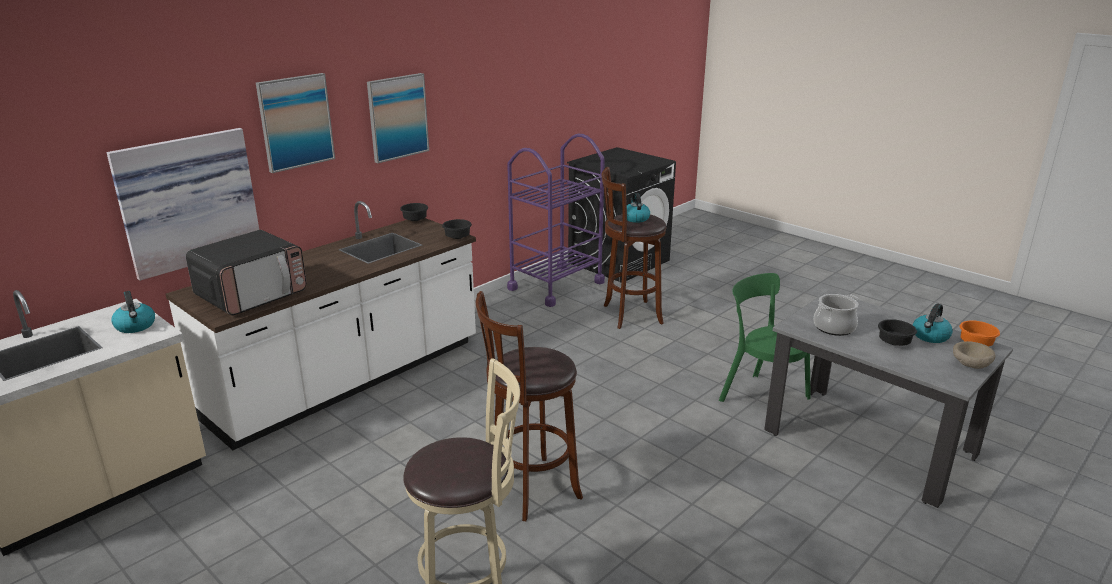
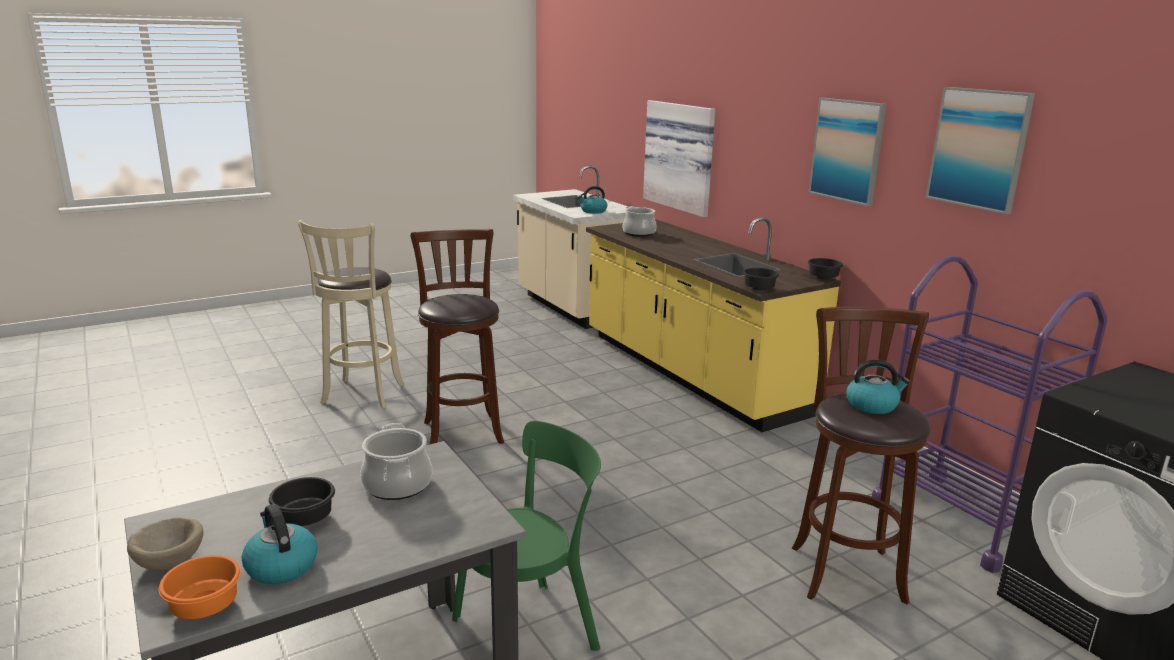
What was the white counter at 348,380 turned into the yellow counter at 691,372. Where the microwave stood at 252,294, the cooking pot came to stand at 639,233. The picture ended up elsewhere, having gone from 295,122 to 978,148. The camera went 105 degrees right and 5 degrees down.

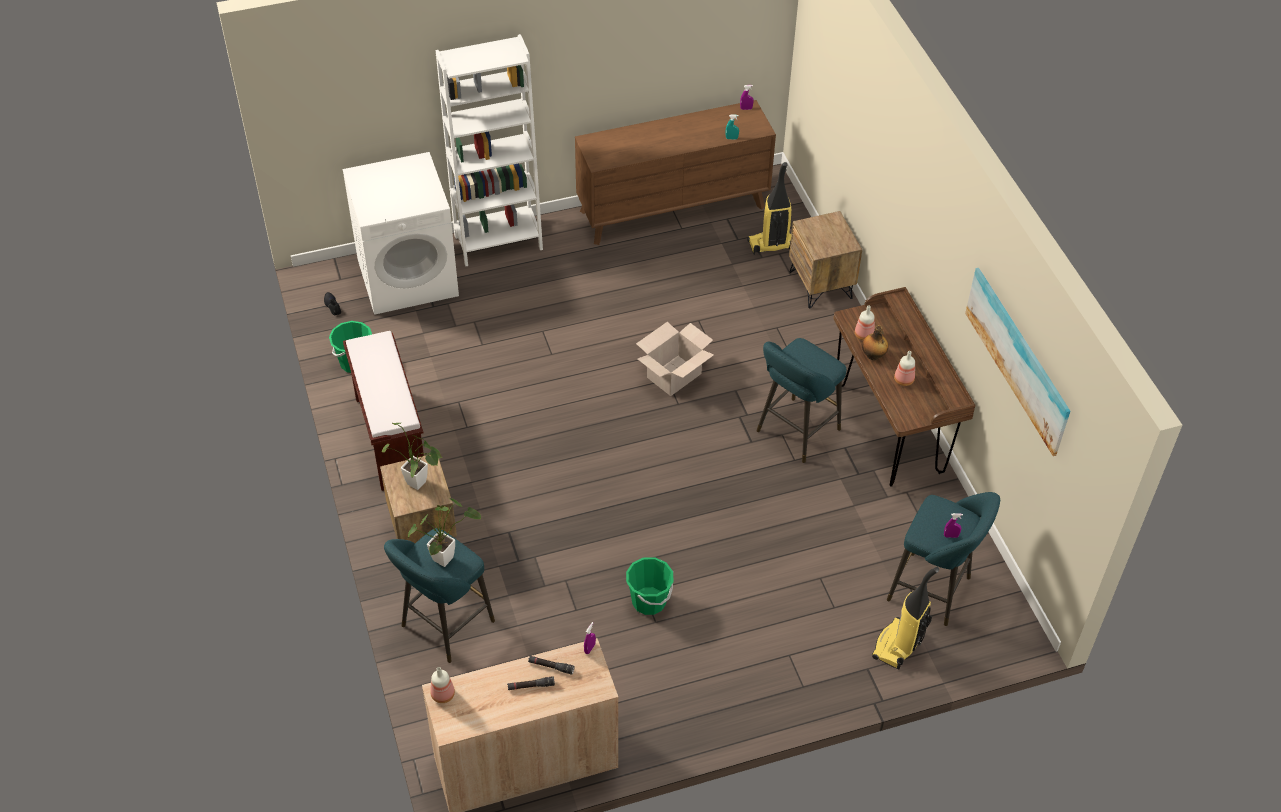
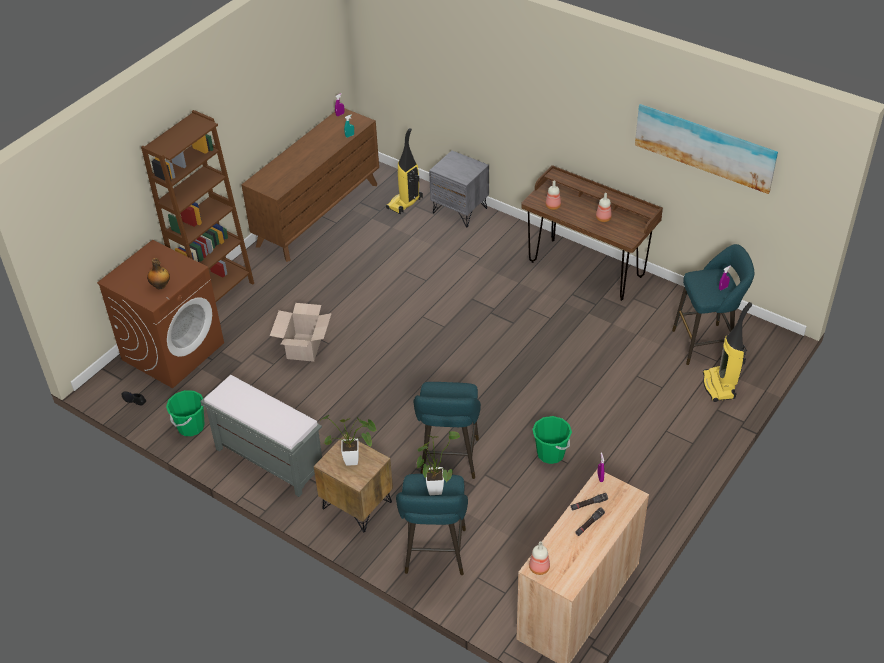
What was the white washing machine at 408,277 turned into the brown washing machine at 173,351. What was the brown bench at 389,437 turned into the grey bench at 268,459. What was the white bookcase at 498,242 turned into the brown bookcase at 217,295. The cardboard box ended up elsewhere, having gone from 674,376 to 304,347. The turquoise stool ended up elsewhere, having gone from 795,433 to 449,460. What was the brown nightstand at 821,285 turned into the grey nightstand at 460,210. The bottle ended up elsewhere, having gone from 873,356 to 161,286. The camera went 35 degrees left and 5 degrees down.

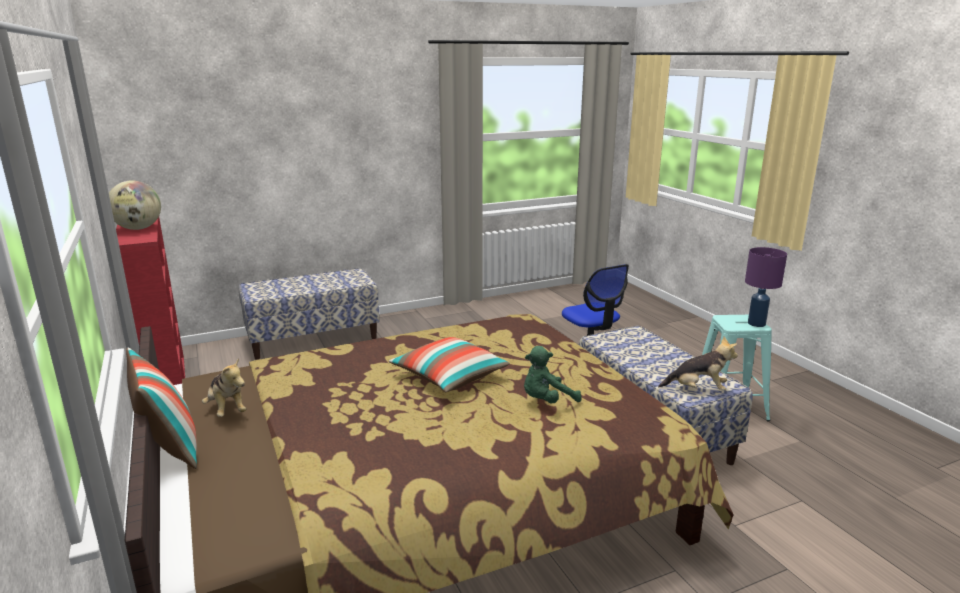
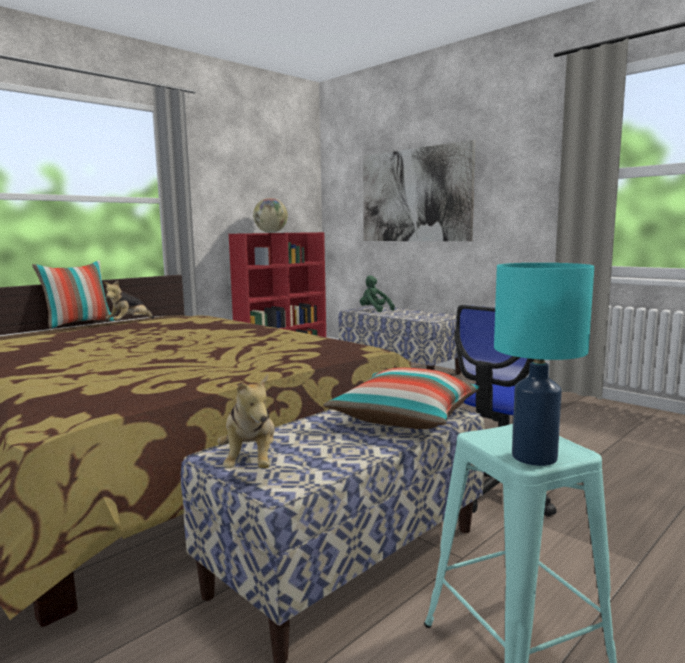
The pillow ended up elsewhere, having gone from 449,377 to 405,418. The green plush toy ended up elsewhere, having gone from 546,401 to 374,310. What was the purple table lamp at 757,323 turned into the turquoise table lamp at 535,457. The second view gained the picture at 415,195. The camera went 70 degrees right and 10 degrees down.

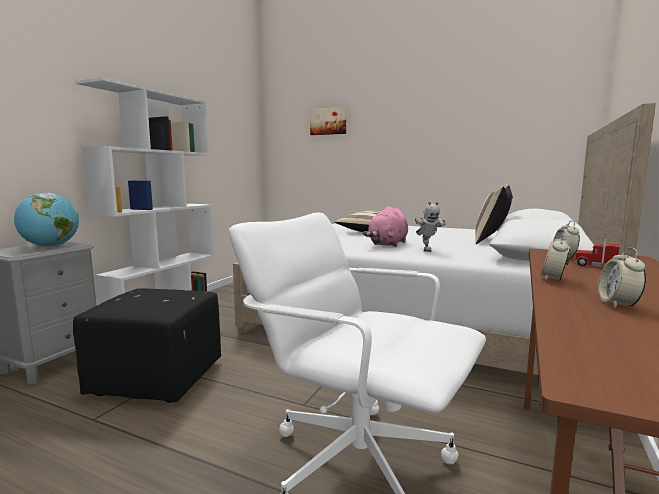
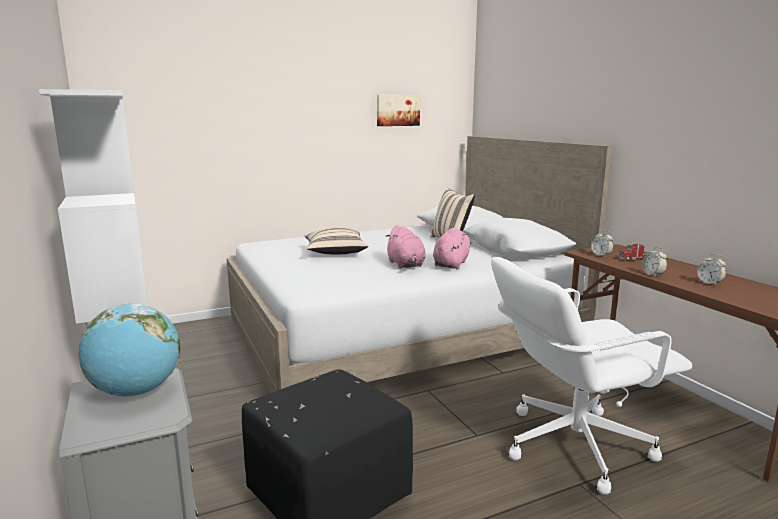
The picture ended up elsewhere, having gone from 328,121 to 397,110. Where the toy robot stood at 426,250, the pink plush toy came to stand at 451,264. The camera went 50 degrees left and 5 degrees up.

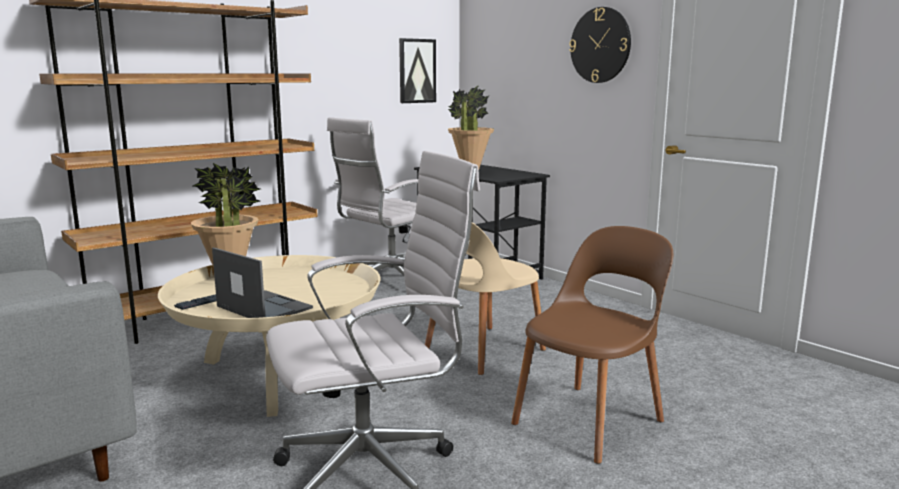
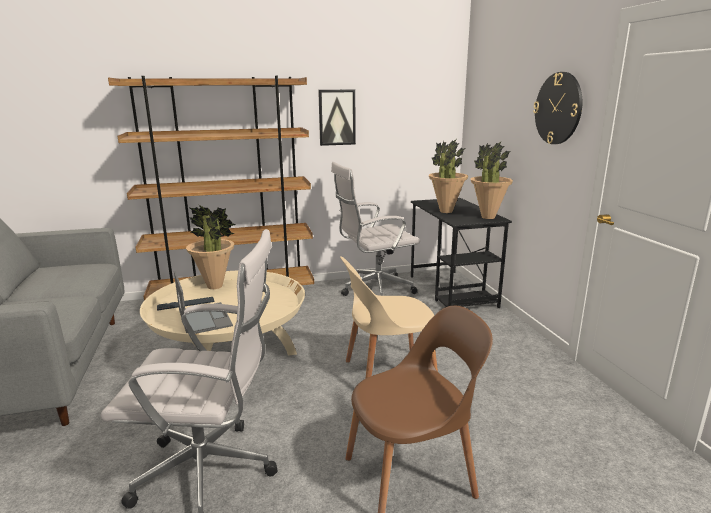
The picture ended up elsewhere, having gone from 417,71 to 337,117. The second view gained the potted plant at 487,217. The camera went 25 degrees right and 5 degrees up.

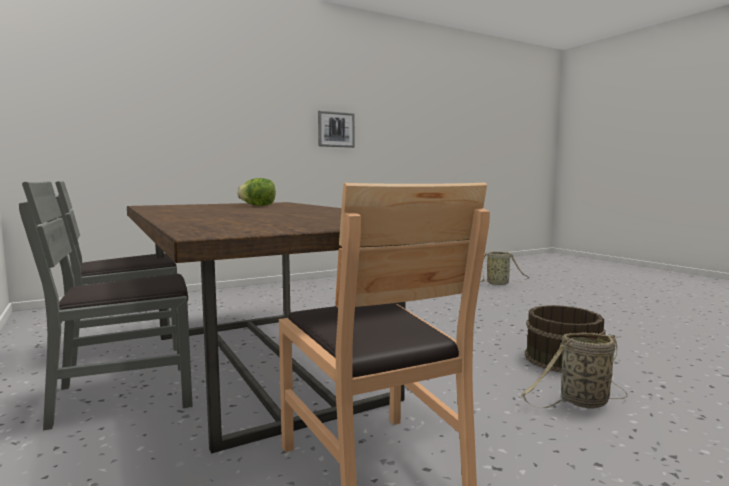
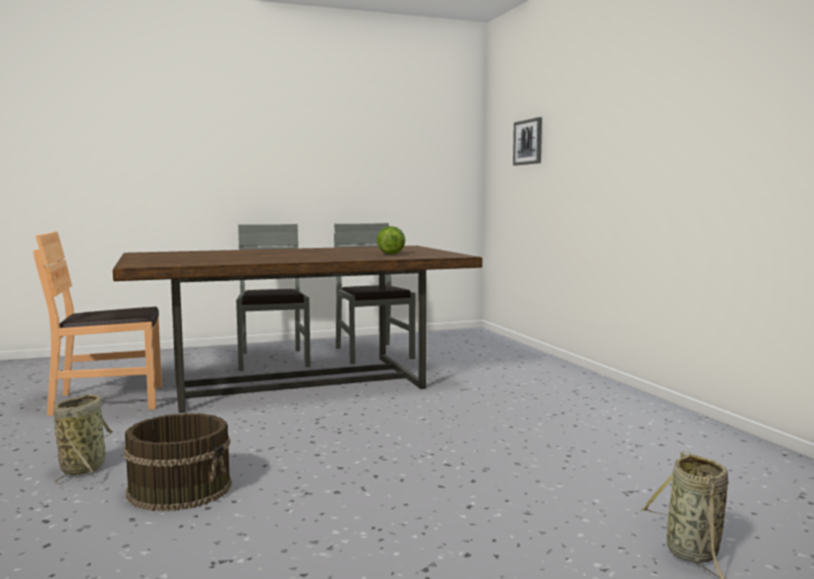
The picture ended up elsewhere, having gone from 336,129 to 528,142. The camera went 100 degrees right and 0 degrees up.

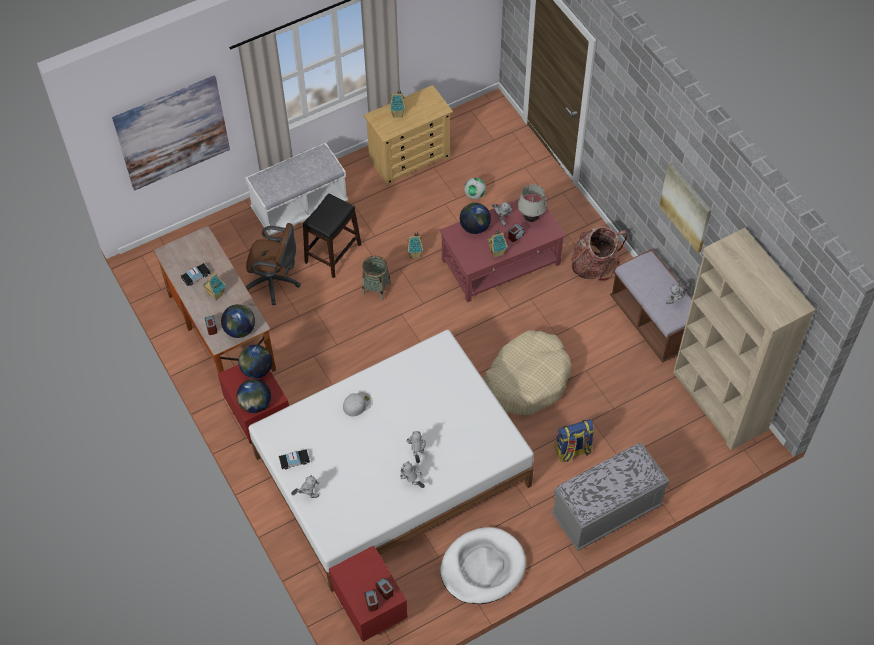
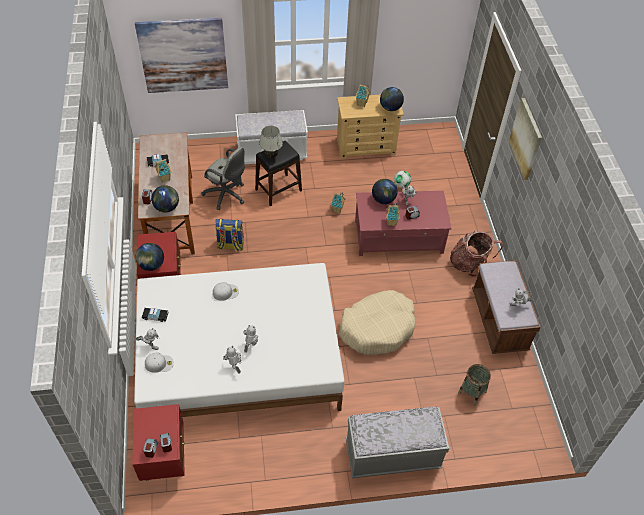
The globe ended up elsewhere, having gone from 257,370 to 390,108. What was the brown office chair at 274,283 turned into the grey office chair at 227,195. The basket ended up elsewhere, having gone from 376,288 to 472,392. The second view lost the white dog bed at 482,567. The white table lamp ended up elsewhere, having gone from 531,218 to 271,156. The backpack ended up elsewhere, having gone from 572,451 to 230,245. The picture ended up elsewhere, having gone from 686,207 to 526,139. The second view lost the beige bookcase at 719,401. The second view gained the white cap at 159,363. The camera went 20 degrees right and 5 degrees down.

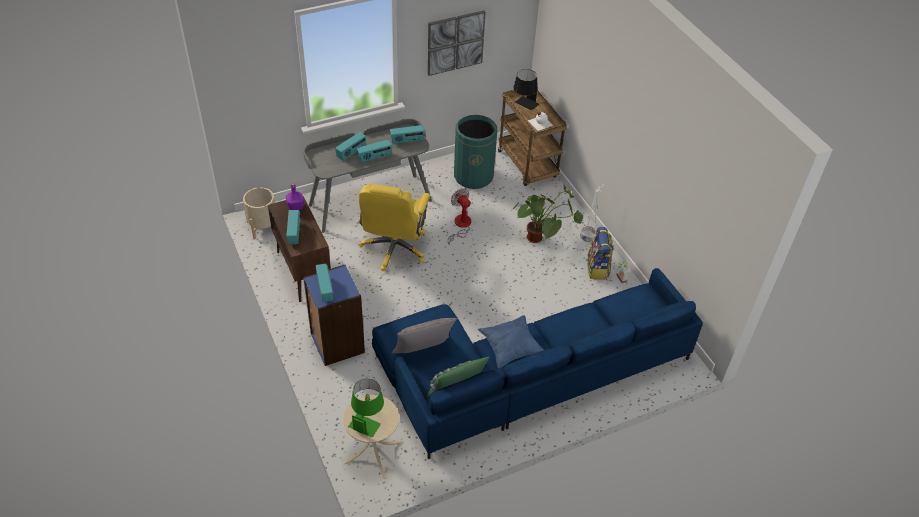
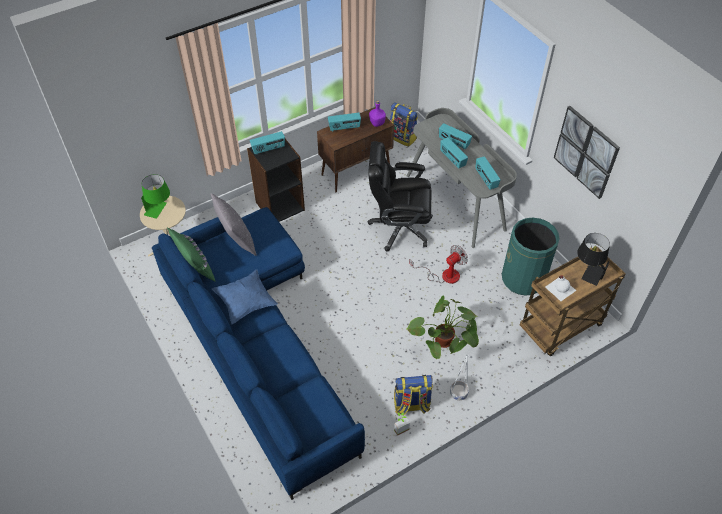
Where the beige planter stood at 263,227, the backpack came to stand at 403,137. What was the blue bookcase at 336,343 turned into the black bookcase at 280,205. What was the yellow office chair at 394,248 turned into the black office chair at 399,227. The camera went 85 degrees right and 5 degrees up.

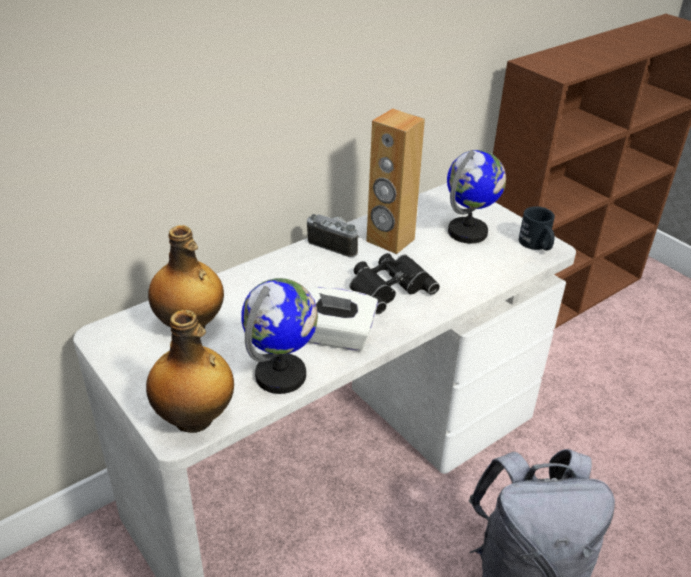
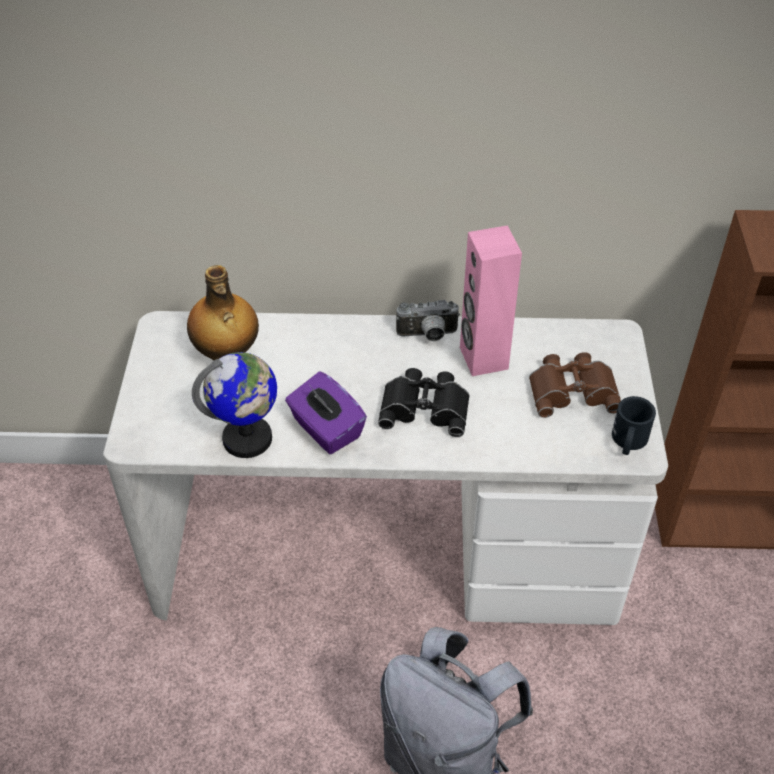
The second view lost the bottle at 195,419. What was the white tissue box at 336,337 turned into the purple tissue box at 326,429. The photo camera at 335,244 ended up facing another way, 105 degrees clockwise from before. What was the brown speaker at 390,240 turned into the pink speaker at 483,358. Where the globe stood at 468,232, the brown binoculars came to stand at 572,389. The camera went 40 degrees right and 10 degrees up.

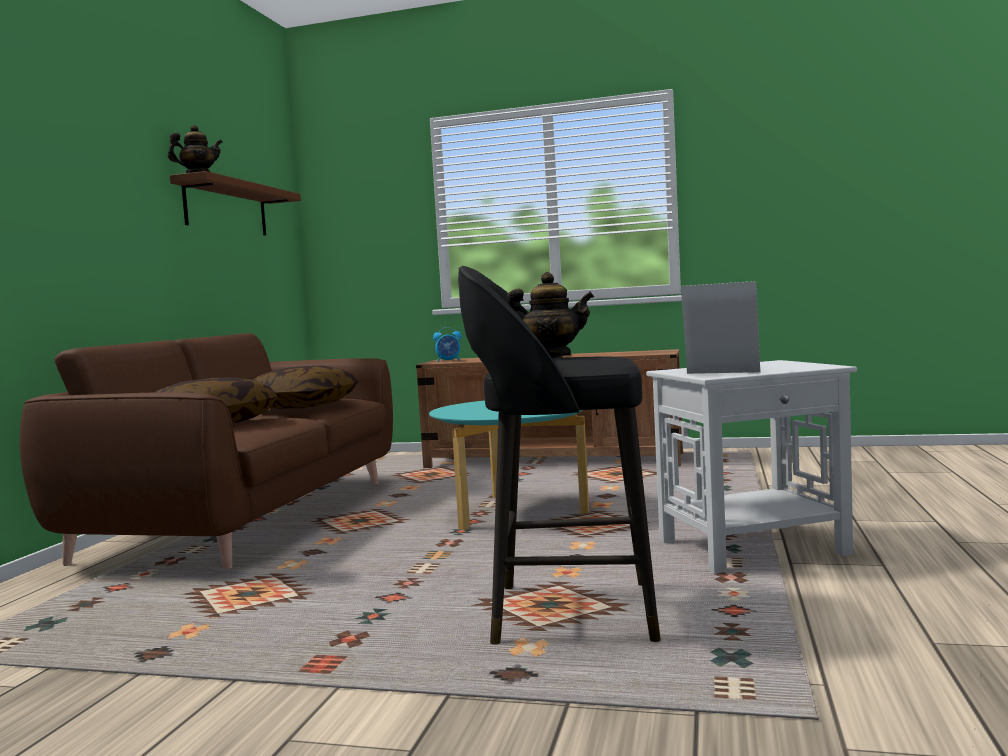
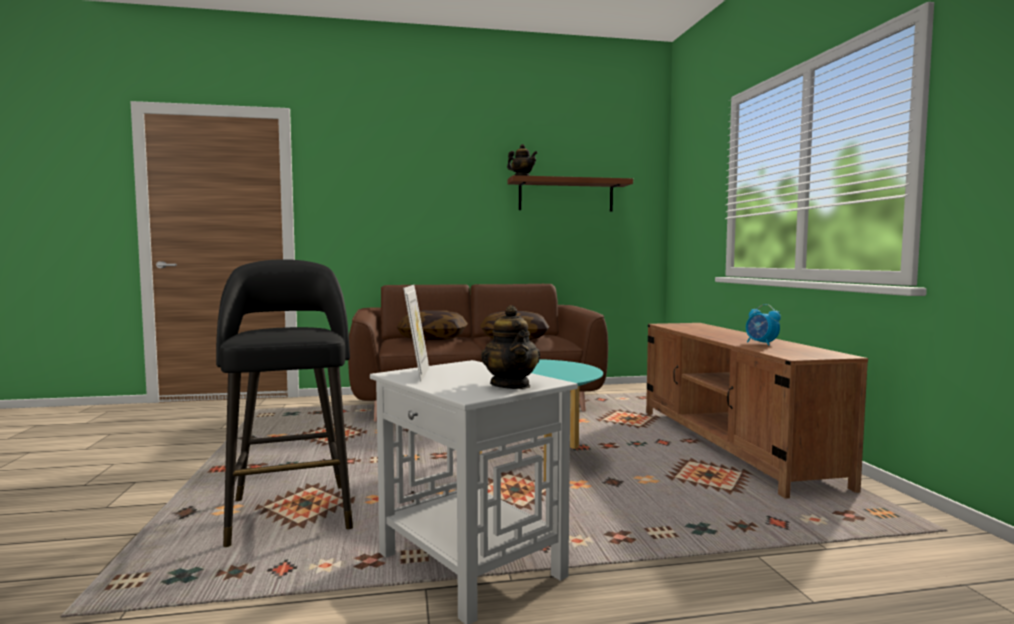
The alarm clock ended up elsewhere, having gone from 449,361 to 761,343. The teapot ended up elsewhere, having gone from 551,357 to 511,385. The camera went 65 degrees right and 0 degrees up.

